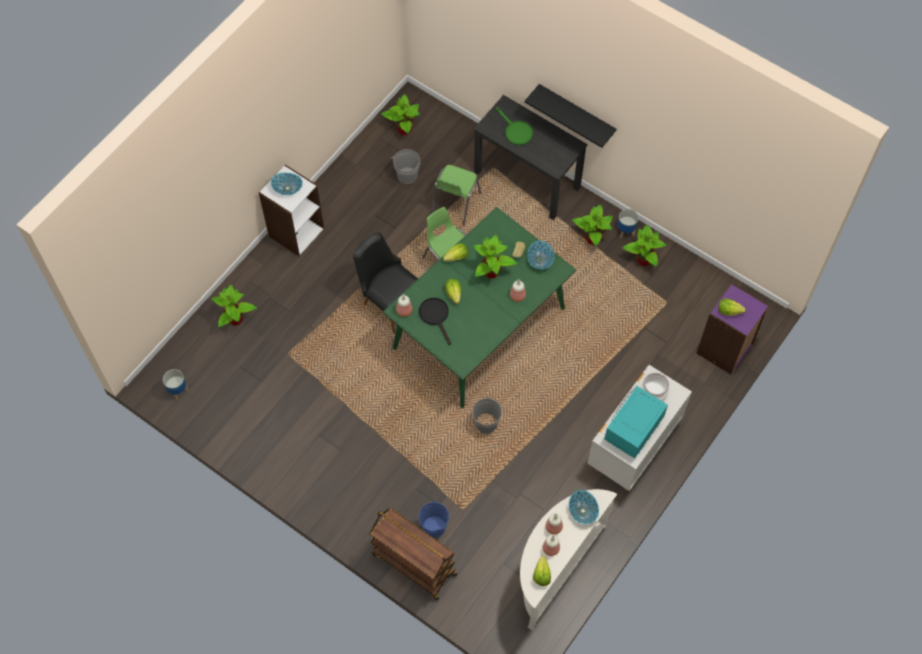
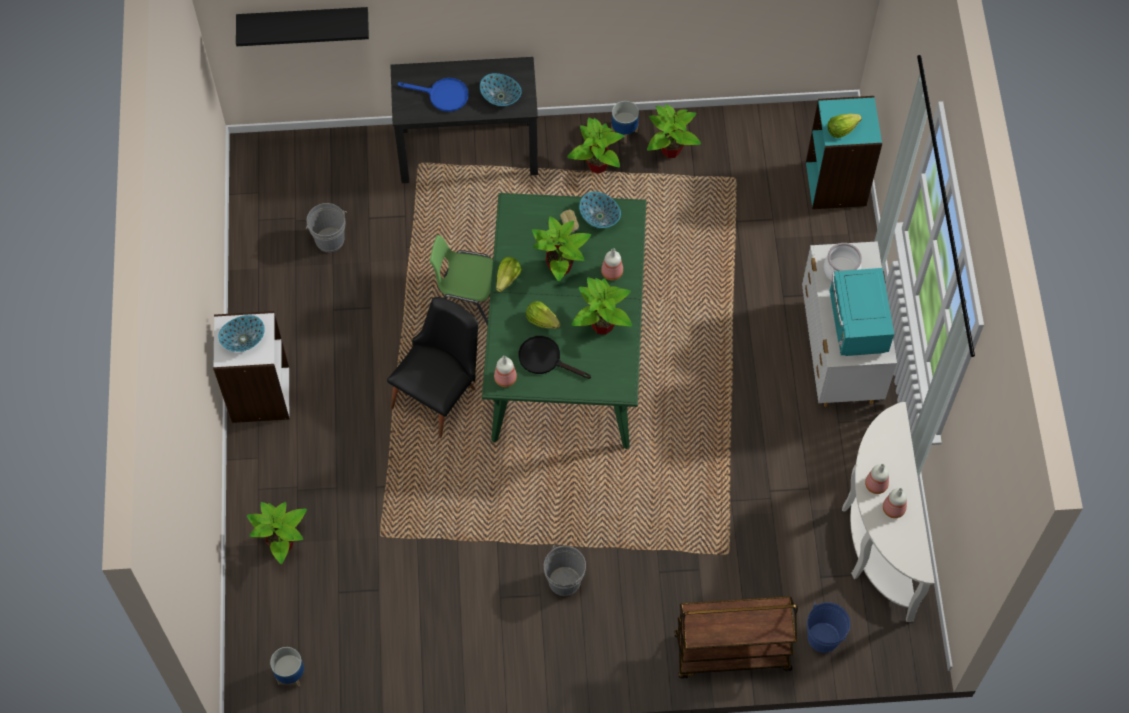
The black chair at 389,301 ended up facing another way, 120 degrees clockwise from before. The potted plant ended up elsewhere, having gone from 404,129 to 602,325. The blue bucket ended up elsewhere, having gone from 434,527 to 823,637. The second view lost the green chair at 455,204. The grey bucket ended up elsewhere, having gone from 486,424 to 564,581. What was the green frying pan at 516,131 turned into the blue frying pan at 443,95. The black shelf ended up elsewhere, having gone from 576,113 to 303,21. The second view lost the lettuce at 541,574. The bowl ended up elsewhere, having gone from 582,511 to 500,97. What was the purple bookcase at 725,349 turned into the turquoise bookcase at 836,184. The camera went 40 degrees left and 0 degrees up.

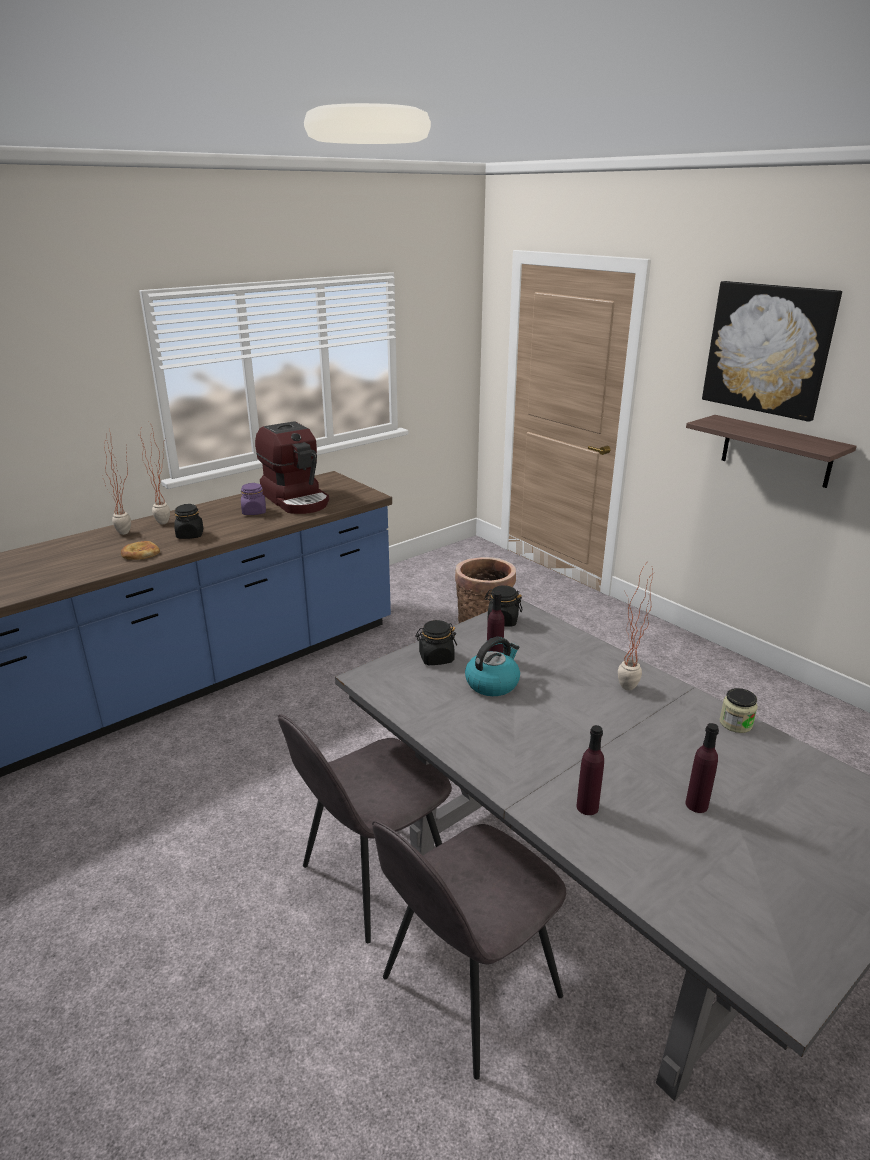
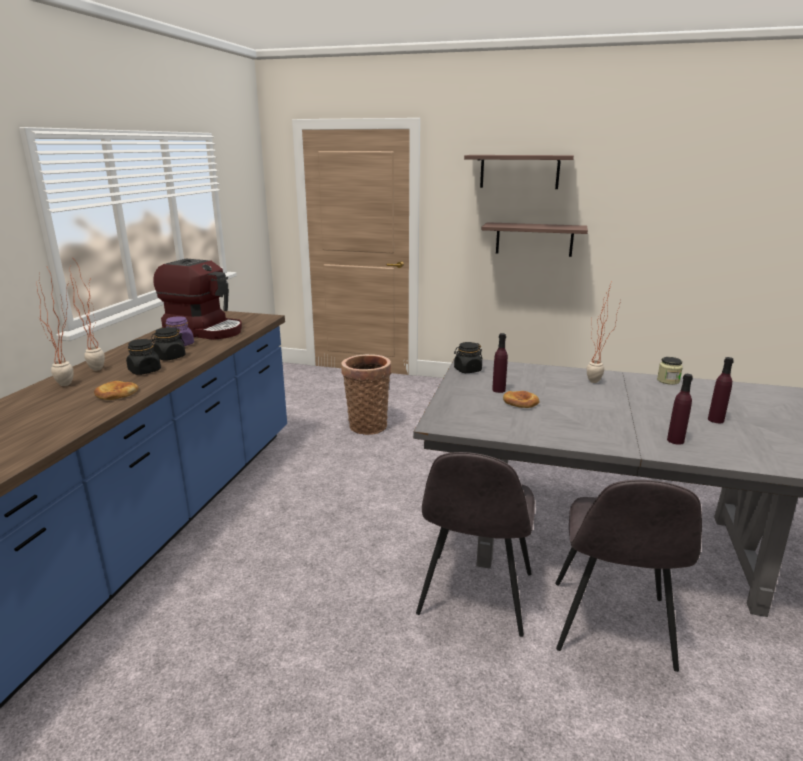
The black jar ended up elsewhere, having gone from 436,658 to 170,357. Where the kettle stood at 492,683, the bread came to stand at 521,402. Where the picture hung at 768,349, the shelf came to hang at 519,171. The camera went 35 degrees left and 5 degrees down.

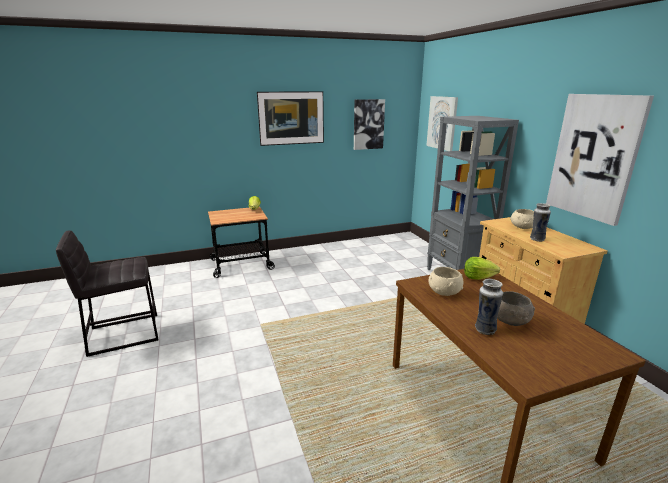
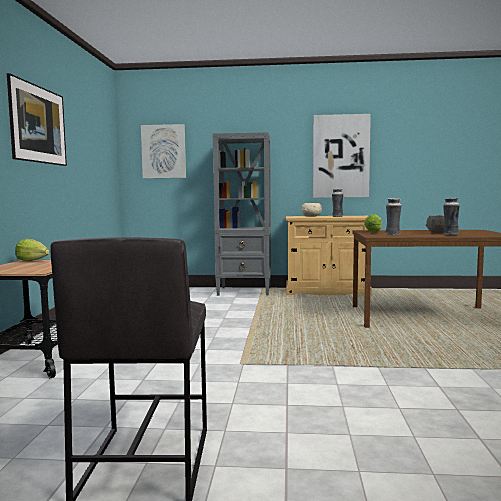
The second view lost the picture at 368,124. Where the beige bowl stood at 444,292, the vase came to stand at 393,234. The camera went 65 degrees left and 15 degrees down.

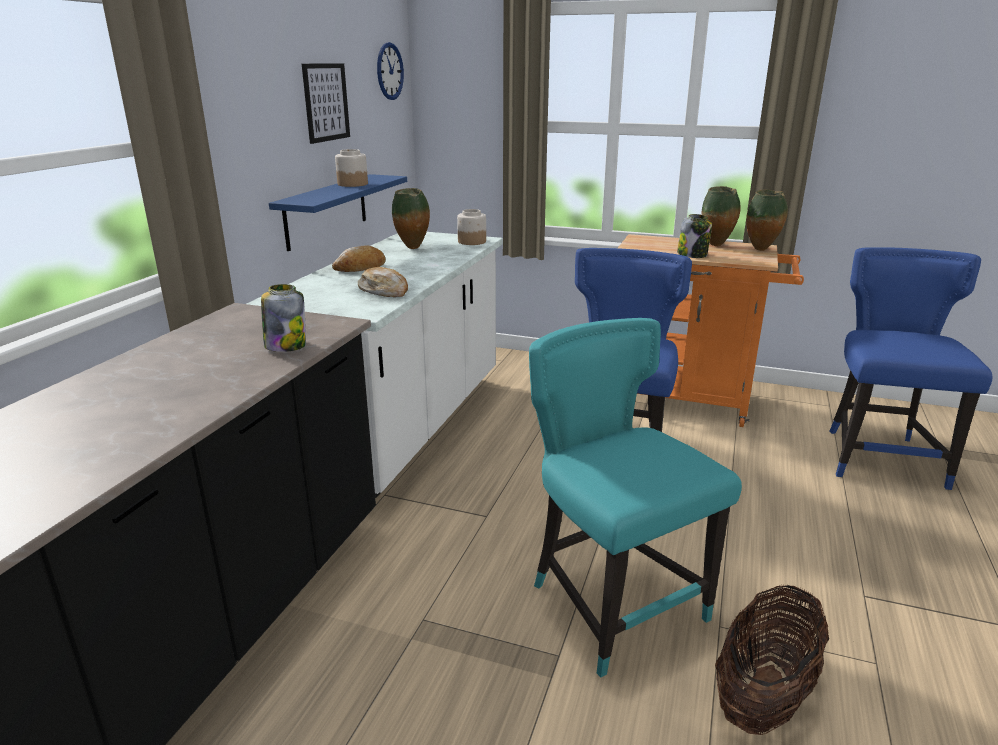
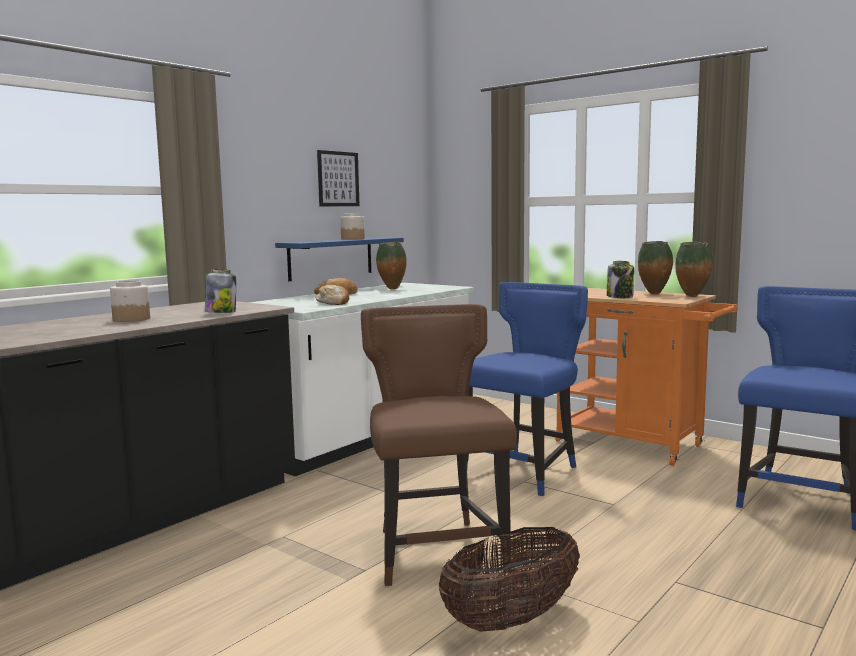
The second view lost the wall clock at 389,71. The jar ended up elsewhere, having gone from 471,242 to 131,319. What was the turquoise chair at 613,603 turned into the brown chair at 437,550. The camera went 20 degrees right and 15 degrees down.

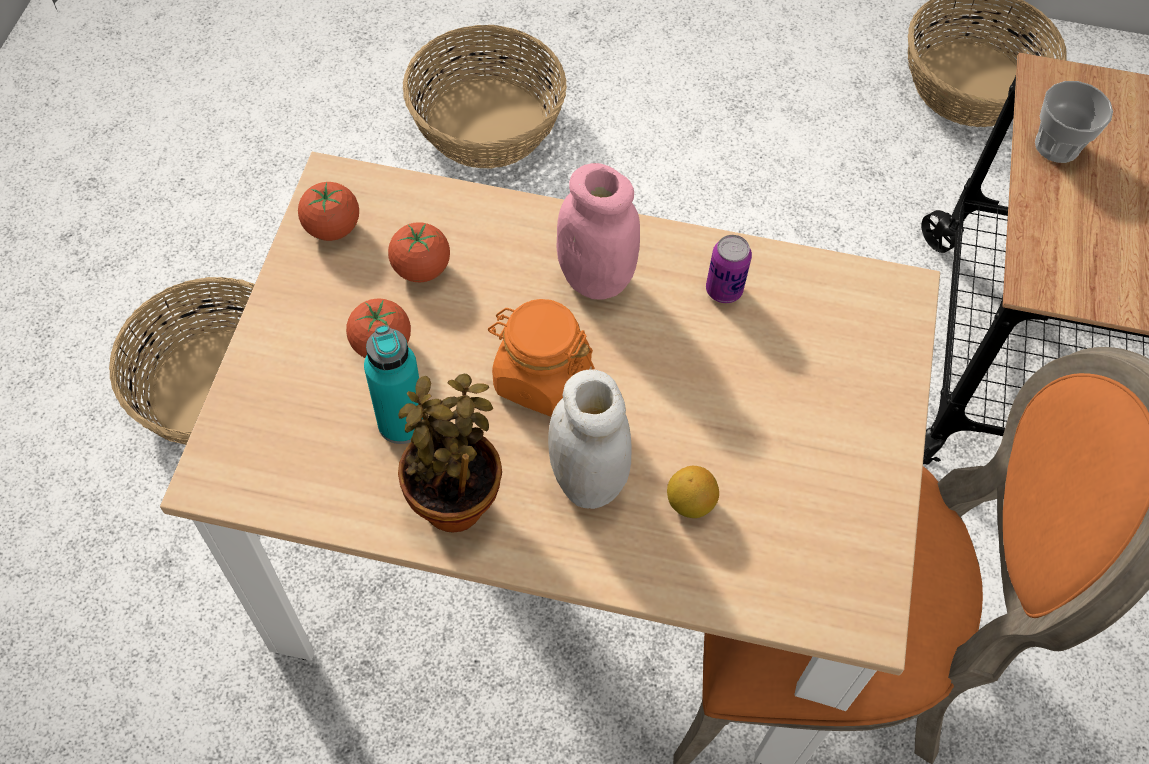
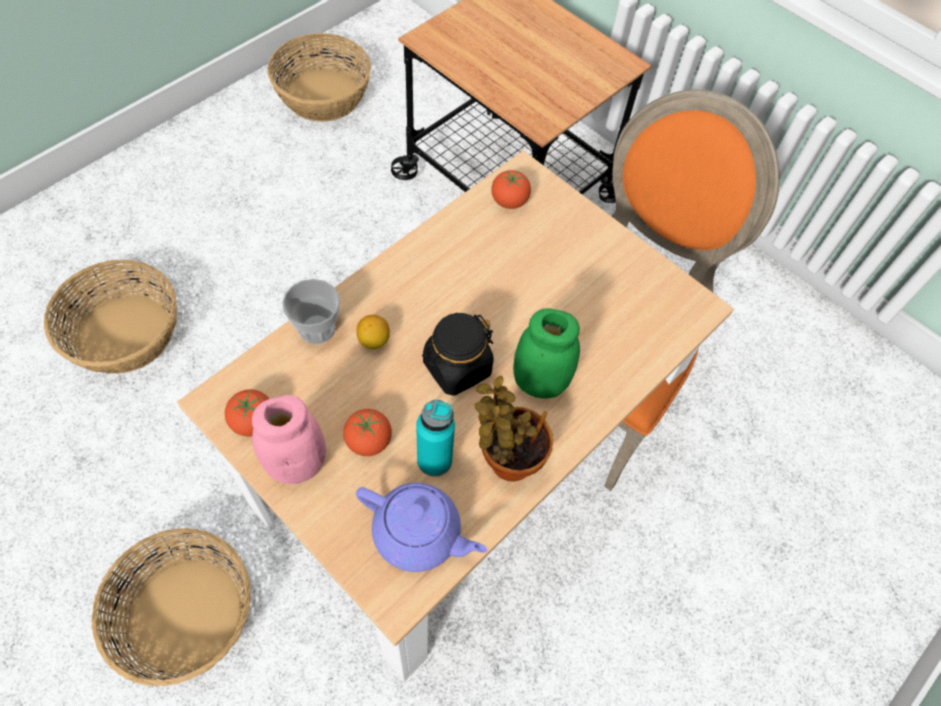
The tomato ended up elsewhere, having gone from 421,269 to 509,201. What was the orange jar at 541,378 turned into the black jar at 457,368. What was the white jar at 587,479 turned into the green jar at 539,383. The pink jar ended up elsewhere, having gone from 595,278 to 297,464. The lemon ended up elsewhere, having gone from 690,503 to 374,341. The second view lost the can at 724,290. The cup ended up elsewhere, having gone from 1057,146 to 317,328. The second view gained the purple teapot at 419,534. The camera went 60 degrees left and 0 degrees up.

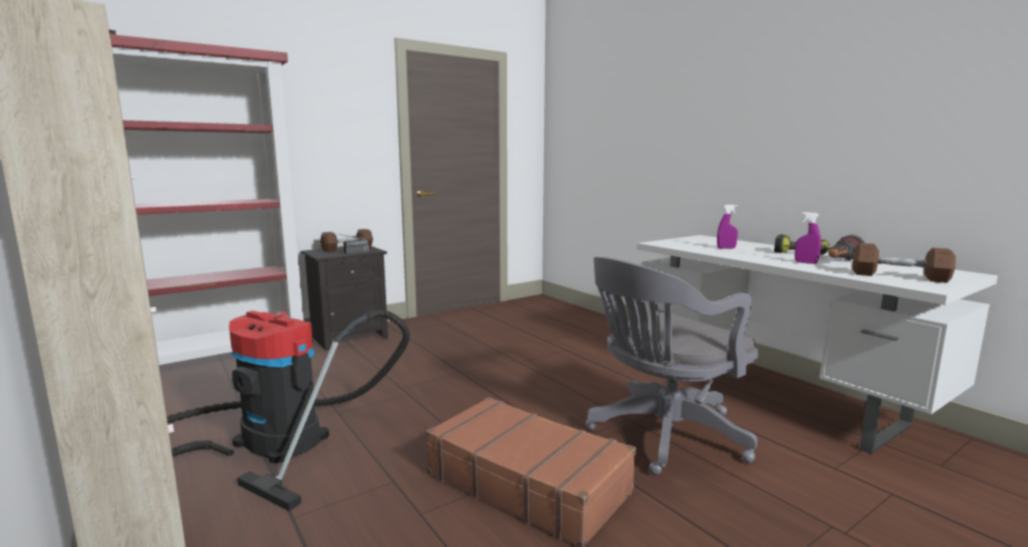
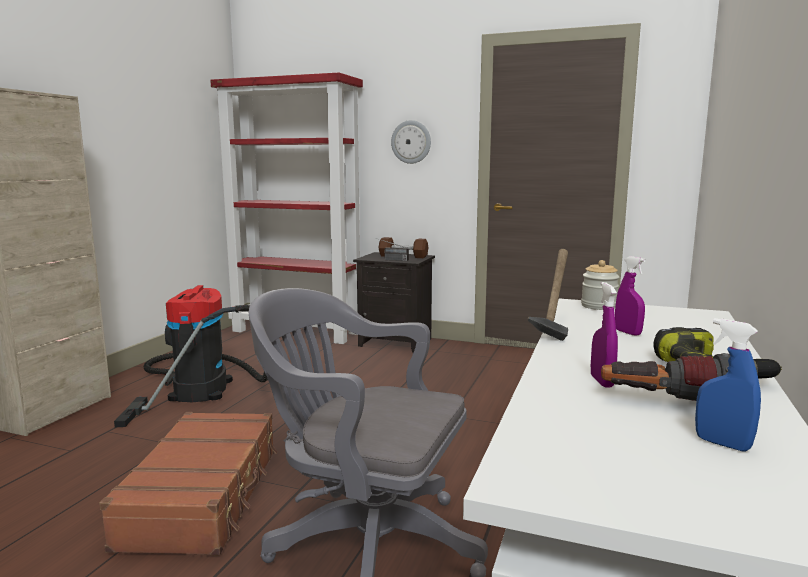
The second view lost the brown dumbbell at 899,277. The second view gained the wall clock at 411,142. The second view gained the hammer at 552,328. The second view gained the jar at 598,306. The second view gained the blue spray bottle at 722,444. The camera went 55 degrees right and 0 degrees up.

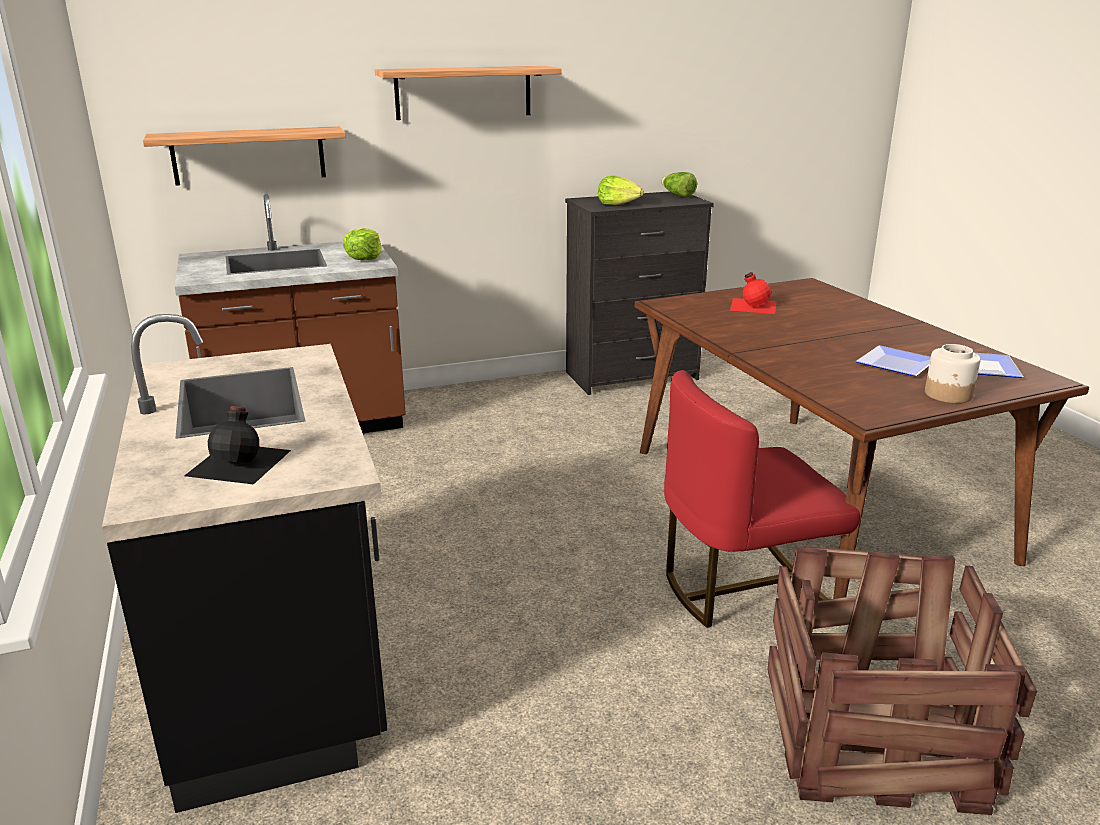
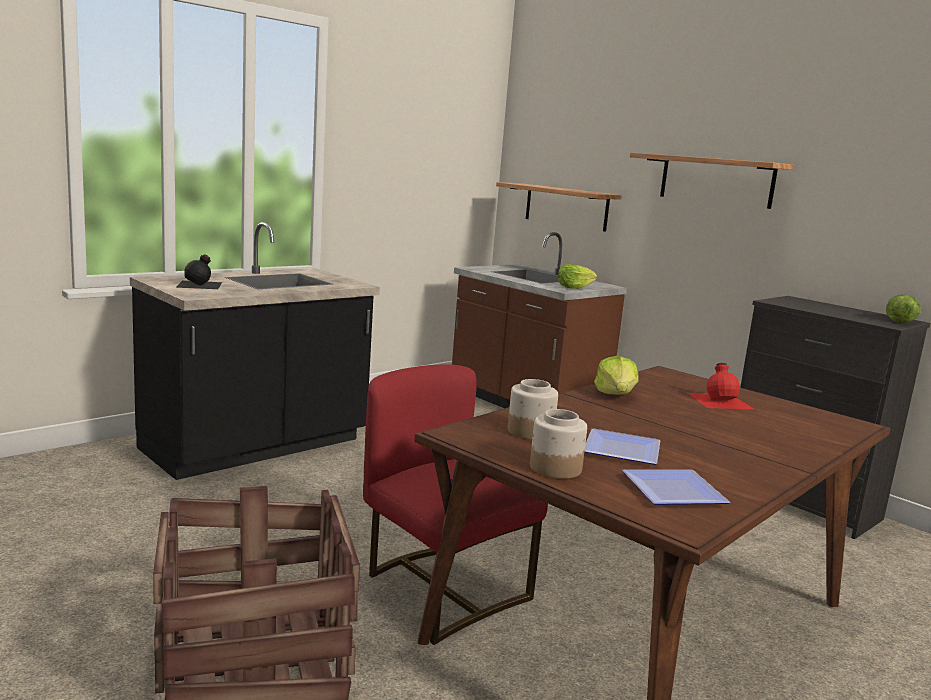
The lettuce ended up elsewhere, having gone from 618,204 to 616,394. The second view gained the jar at 530,432. The camera went 65 degrees right and 10 degrees down.

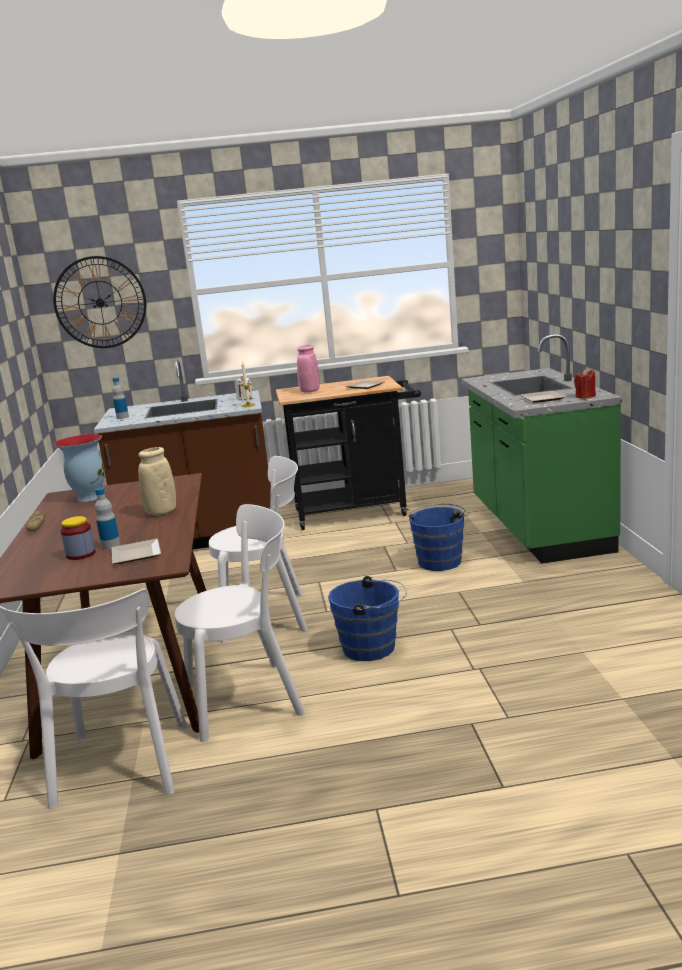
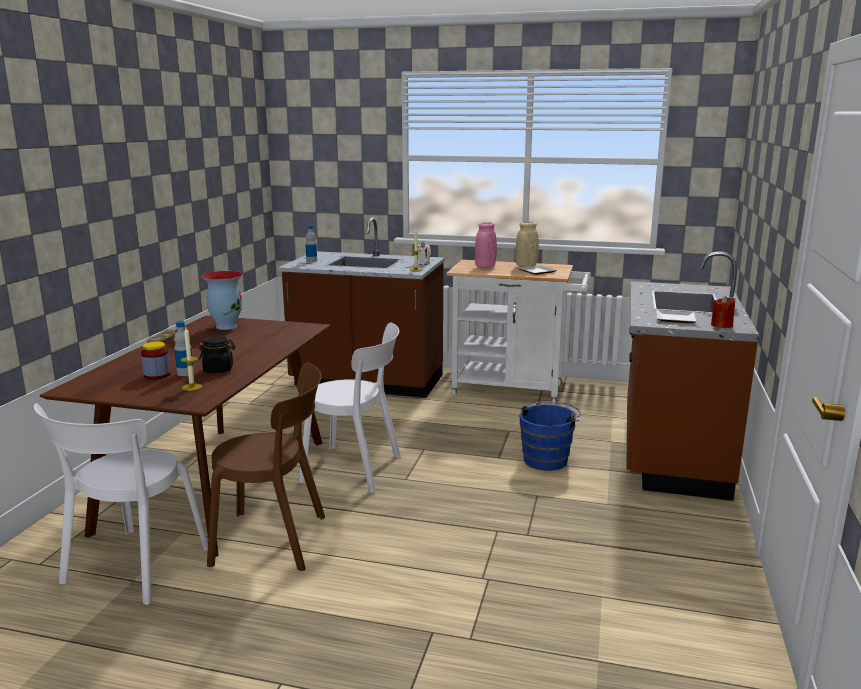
The second view lost the wall clock at 100,302. Where the plate stood at 138,555, the candle came to stand at 192,387. The beige vase ended up elsewhere, having gone from 161,512 to 526,266. What was the white chair at 249,698 turned into the brown chair at 275,540. What was the black cart at 358,511 turned into the white cart at 515,390. The second view lost the blue bucket at 373,648. What was the green counter at 537,528 turned into the brown counter at 670,452. The second view gained the black jar at 218,369. The camera went 20 degrees right and 0 degrees up.

